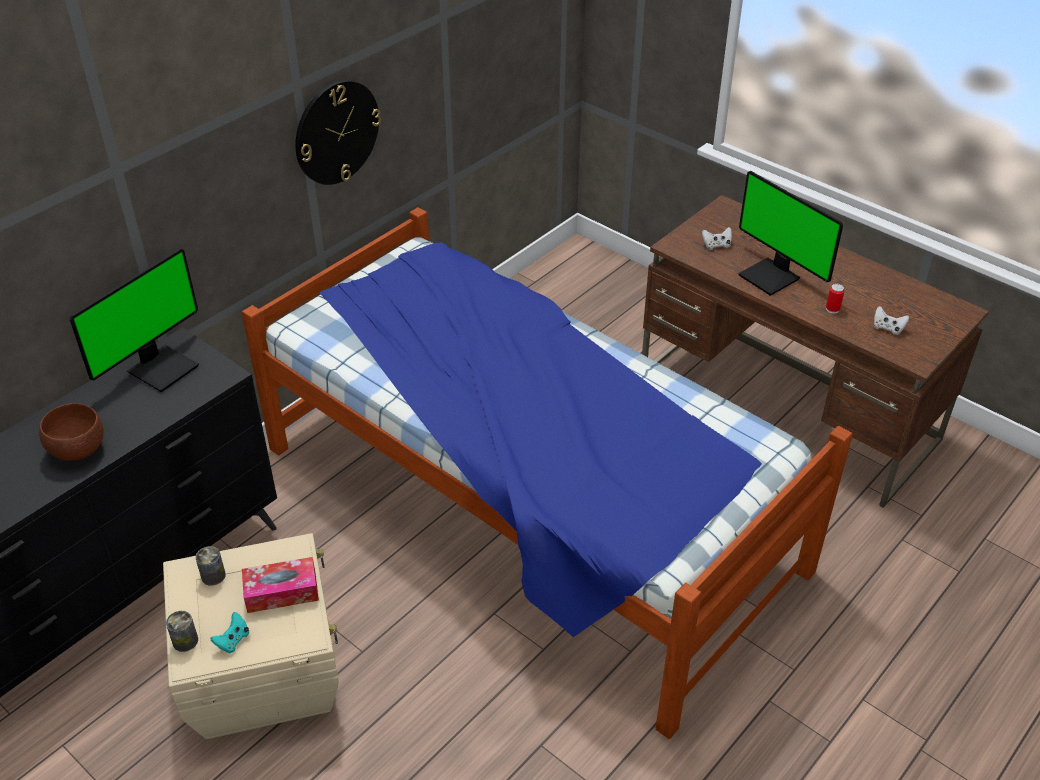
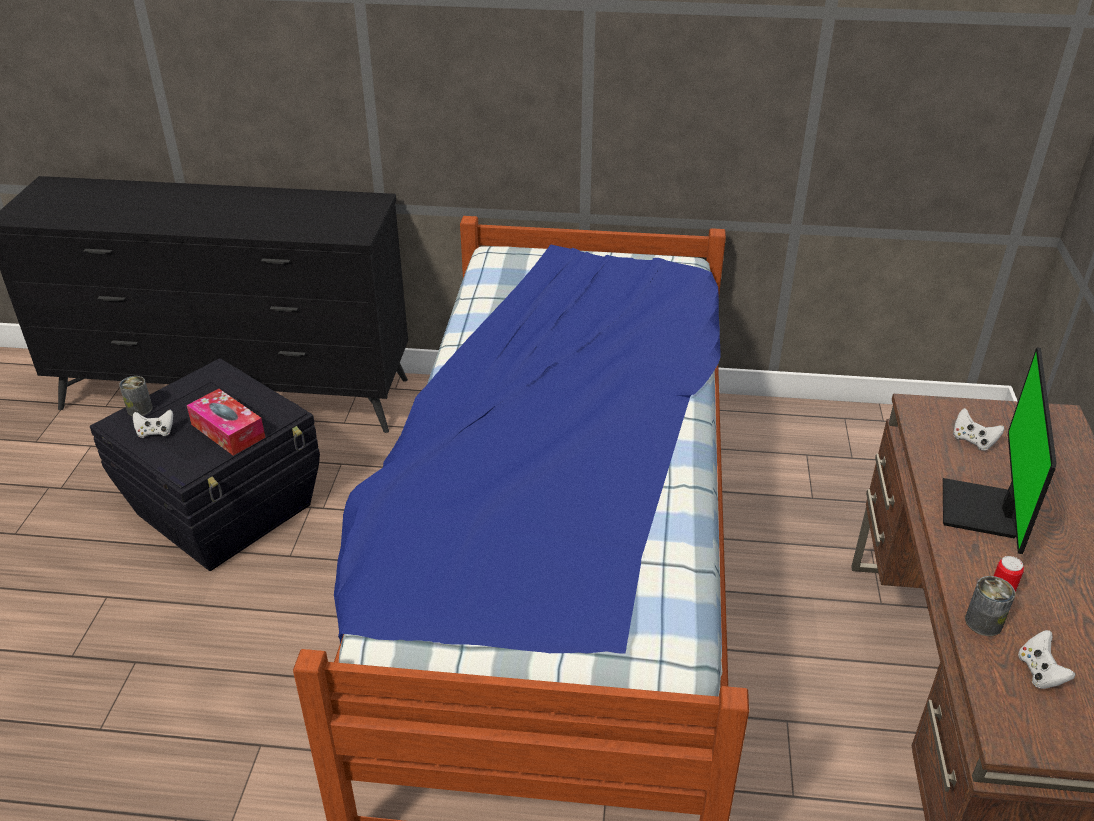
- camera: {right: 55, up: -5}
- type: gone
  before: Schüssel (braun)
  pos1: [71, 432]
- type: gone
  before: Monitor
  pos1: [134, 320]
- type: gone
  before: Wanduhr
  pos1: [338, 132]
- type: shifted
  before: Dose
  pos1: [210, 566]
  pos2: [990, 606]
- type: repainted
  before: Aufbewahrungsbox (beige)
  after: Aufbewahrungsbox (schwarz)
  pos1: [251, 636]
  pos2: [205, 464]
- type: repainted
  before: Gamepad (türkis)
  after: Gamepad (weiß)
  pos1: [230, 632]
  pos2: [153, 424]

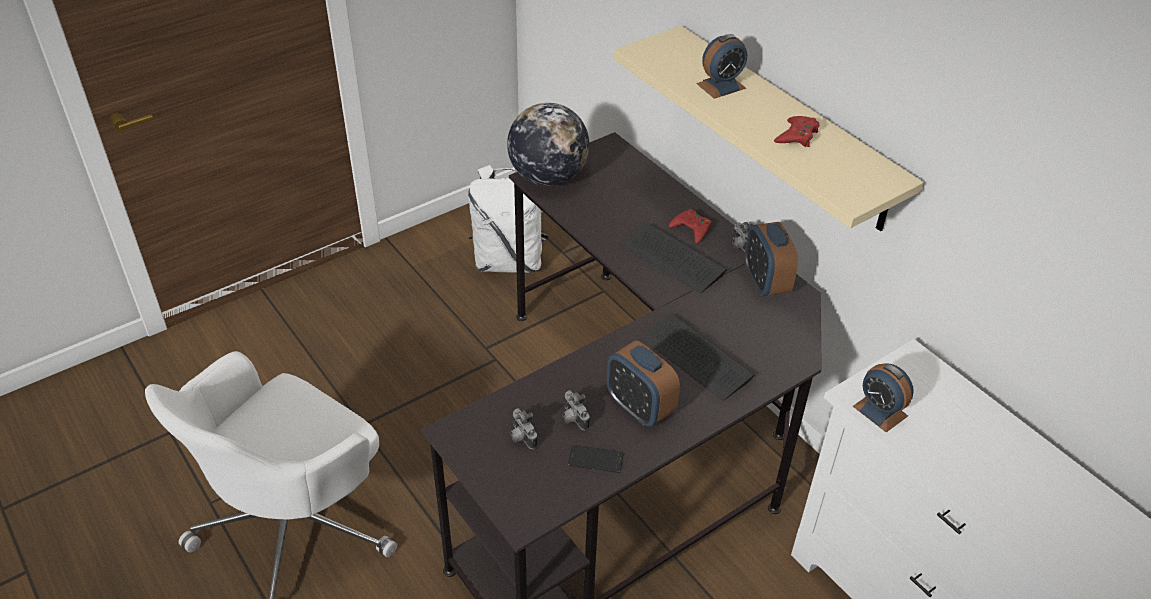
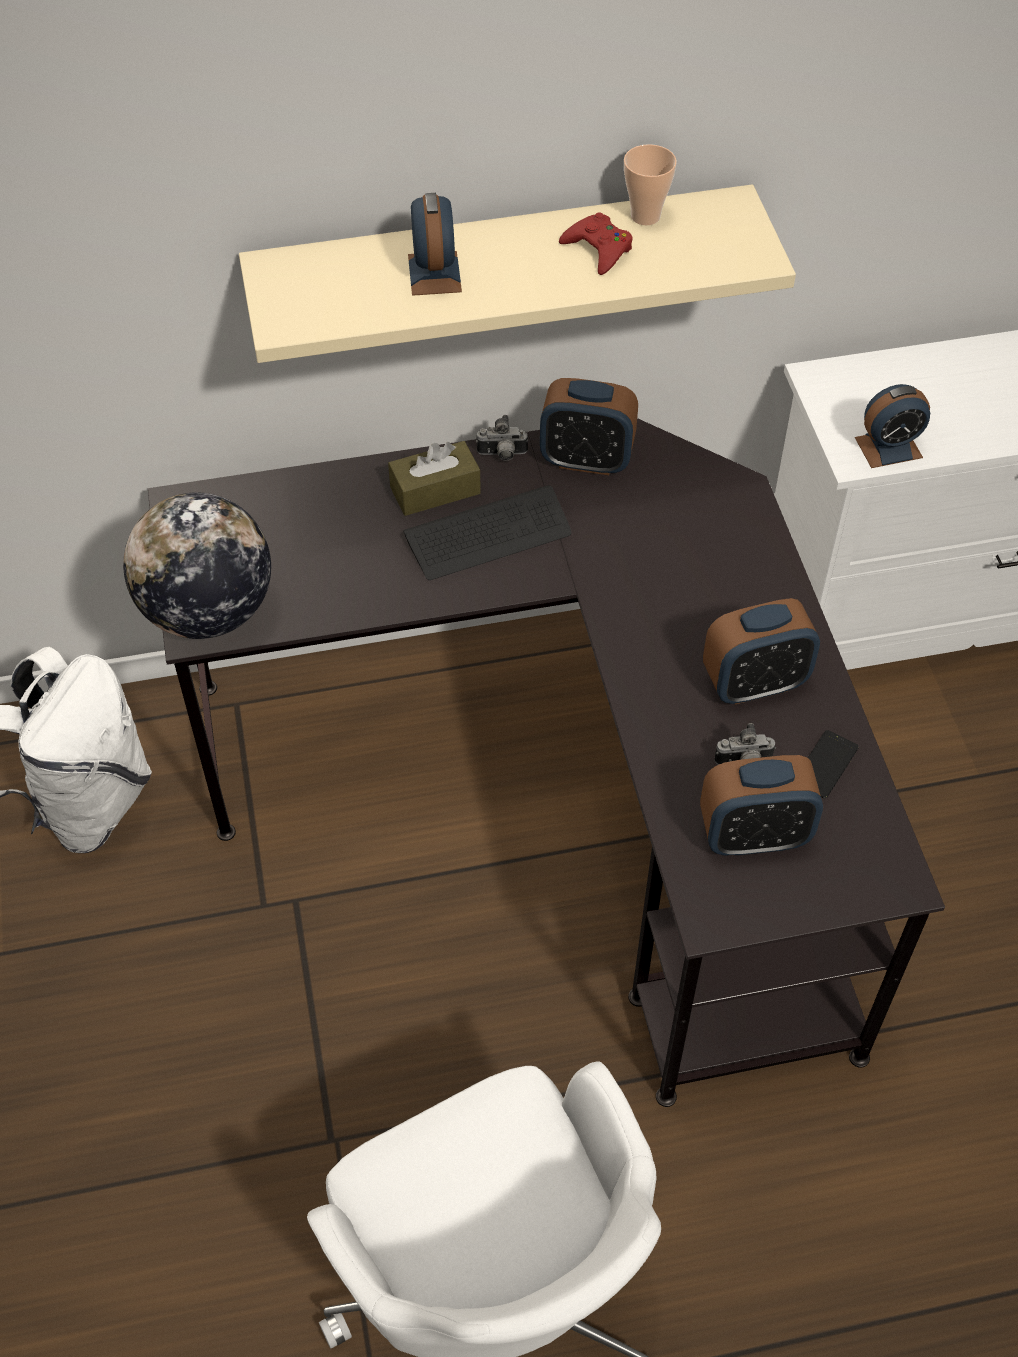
- camera: {right: -65, up: 10}
- type: gone
  before: Tastatur
  pos1: [699, 357]
- type: new
  after: Tasse
  pos2: [650, 184]
- type: swapped
  before: Kamera
  after: Wecker
  pos1: [523, 428]
  pos2: [761, 805]
- type: swapped
  before: Gamepad (rot)
  after: Taschentuchbox (braun)
  pos1: [690, 226]
  pos2: [434, 478]

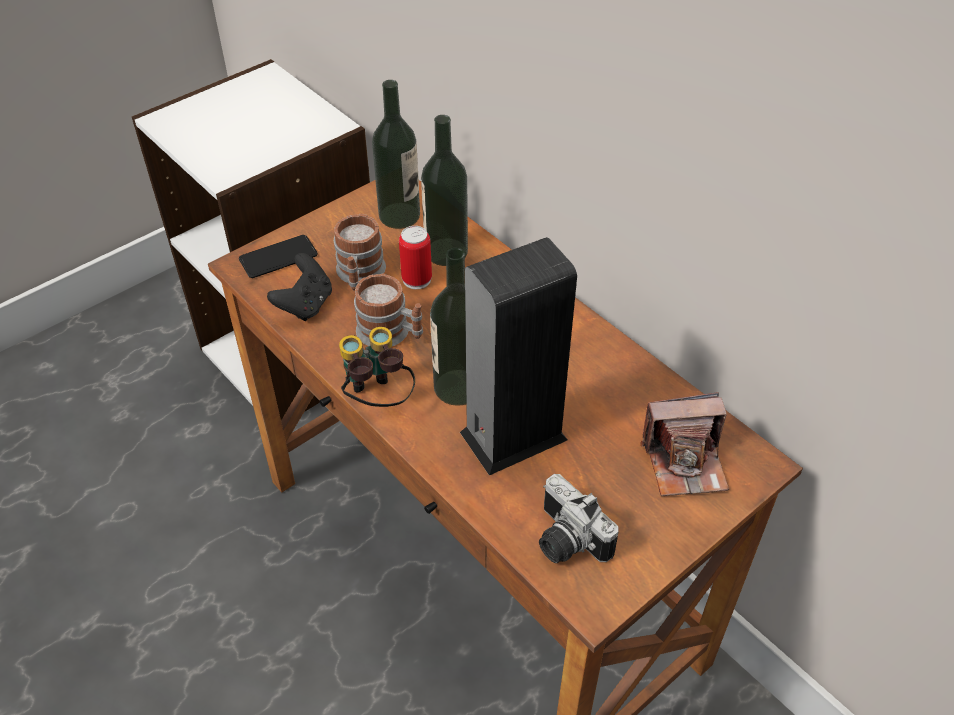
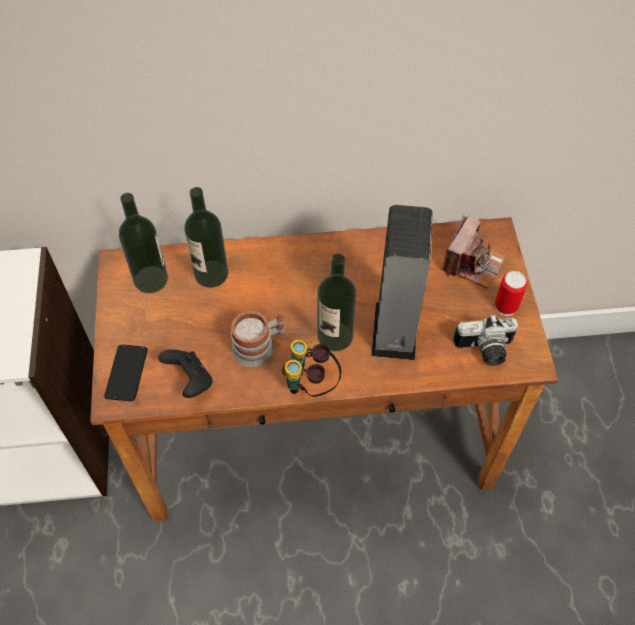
- camera: {right: -55, up: 10}
- type: gone
  before: Henkelbecher
  pos1: [360, 252]
- type: shifted
  before: Dose
  pos1: [415, 257]
  pos2: [511, 293]

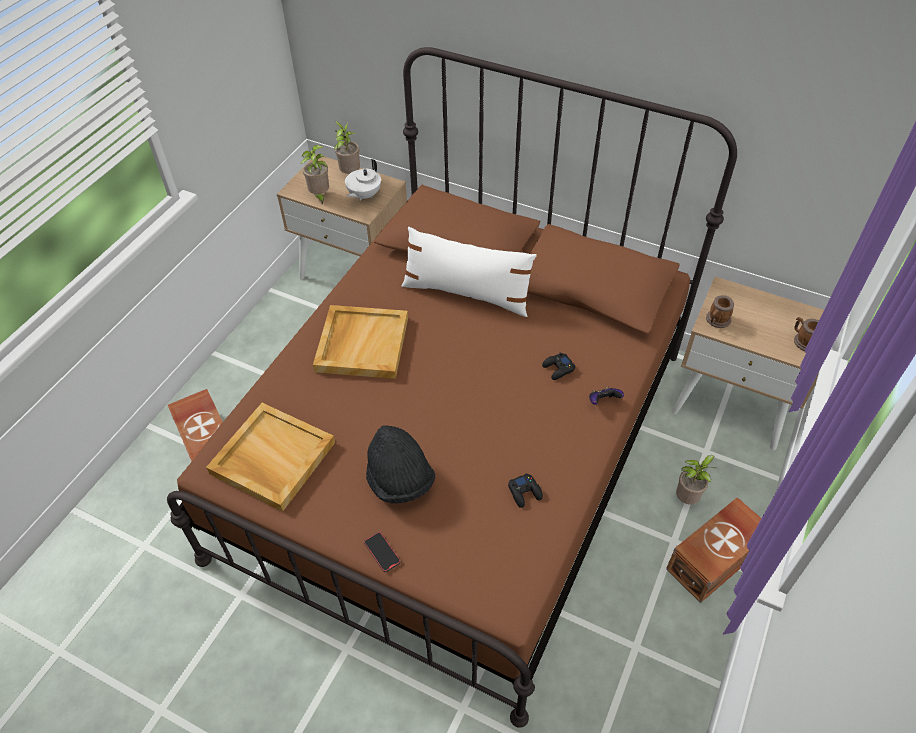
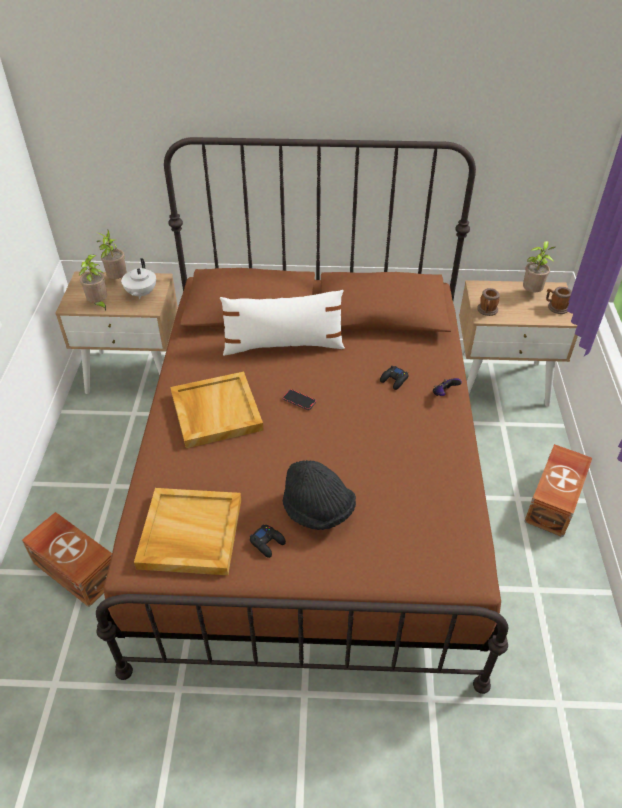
- camera: {right: -25, up: -5}
- type: shifted
  before: Handy
  pos1: [382, 552]
  pos2: [299, 399]
- type: shifted
  before: Gamepad (schwarz)
  pos1: [525, 490]
  pos2: [268, 541]
- type: shifted
  before: Topfpflanze
  pos1: [695, 479]
  pos2: [539, 266]

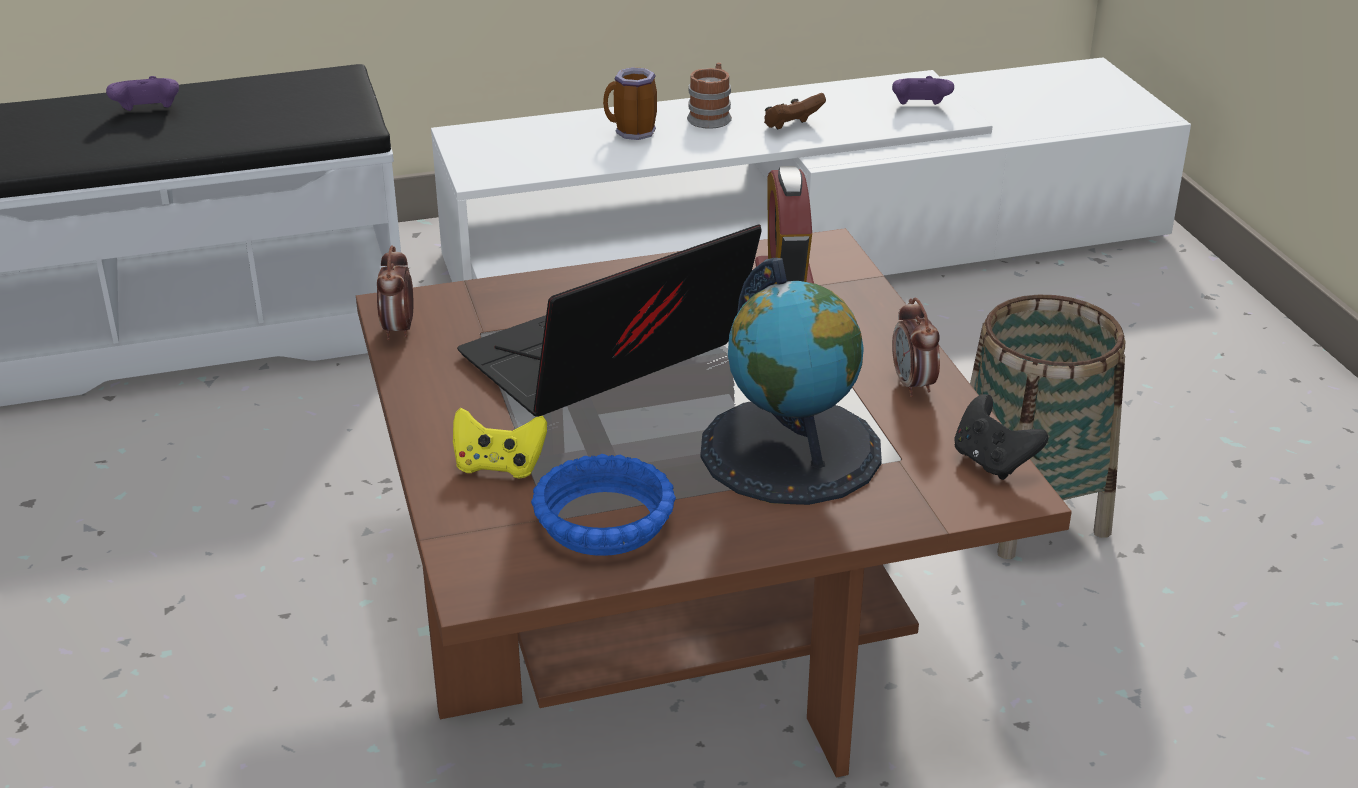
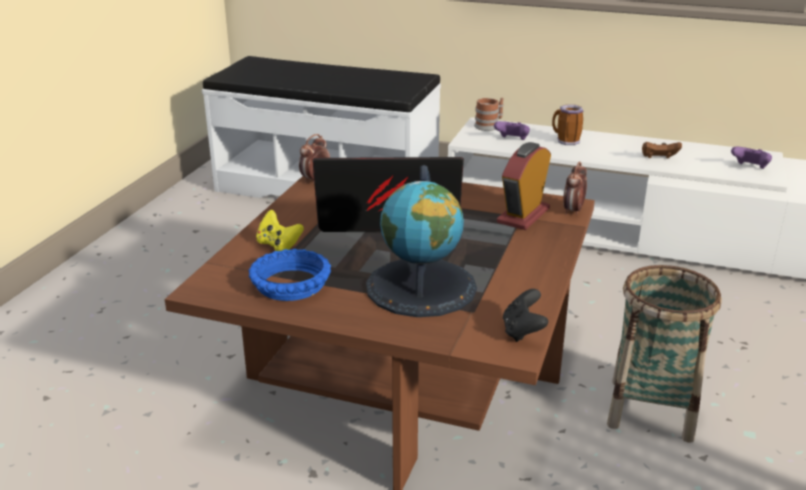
- camera: {right: 35, up: -5}
- type: shifted
  before: Gamepad (lila)
  pos1: [142, 93]
  pos2: [512, 130]
- type: shifted
  before: Henkelbecher
  pos1: [709, 95]
  pos2: [489, 114]
- type: shifted
  before: Wecker
  pos1: [916, 347]
  pos2: [575, 188]

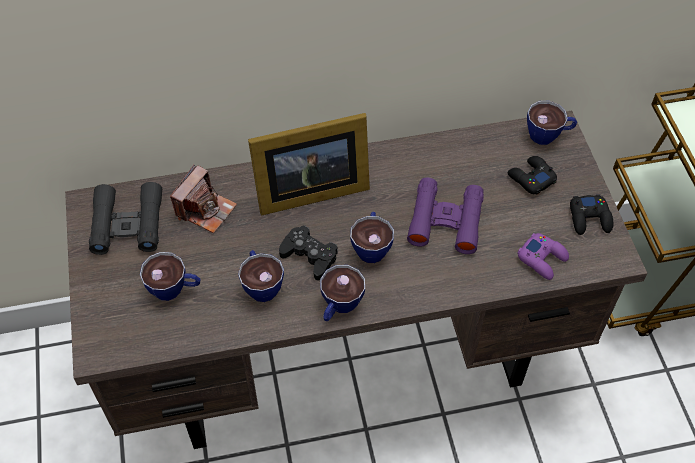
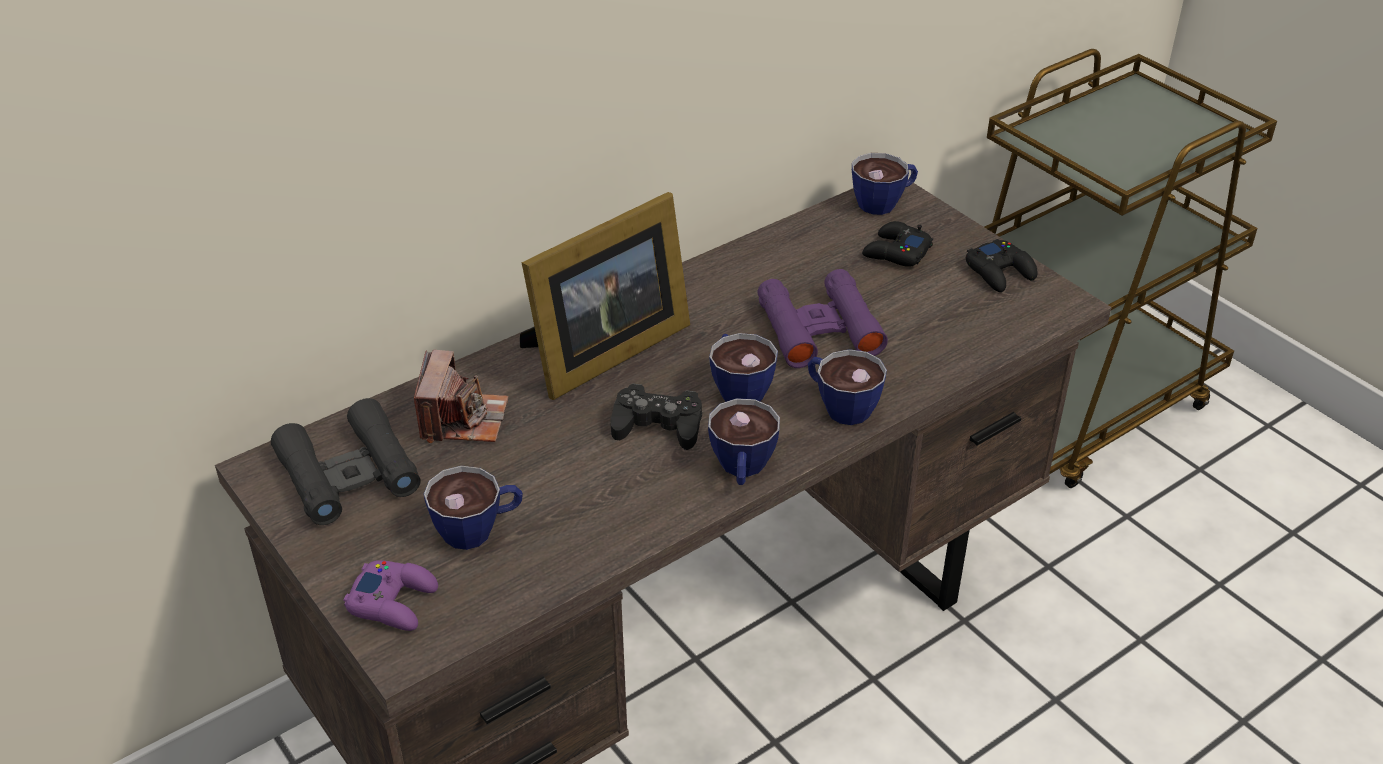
- camera: {right: -25, up: -15}
- type: shifted
  before: Tasse
  pos1: [261, 276]
  pos2: [847, 387]
- type: shifted
  before: Gamepad (lila)
  pos1: [543, 256]
  pos2: [390, 595]

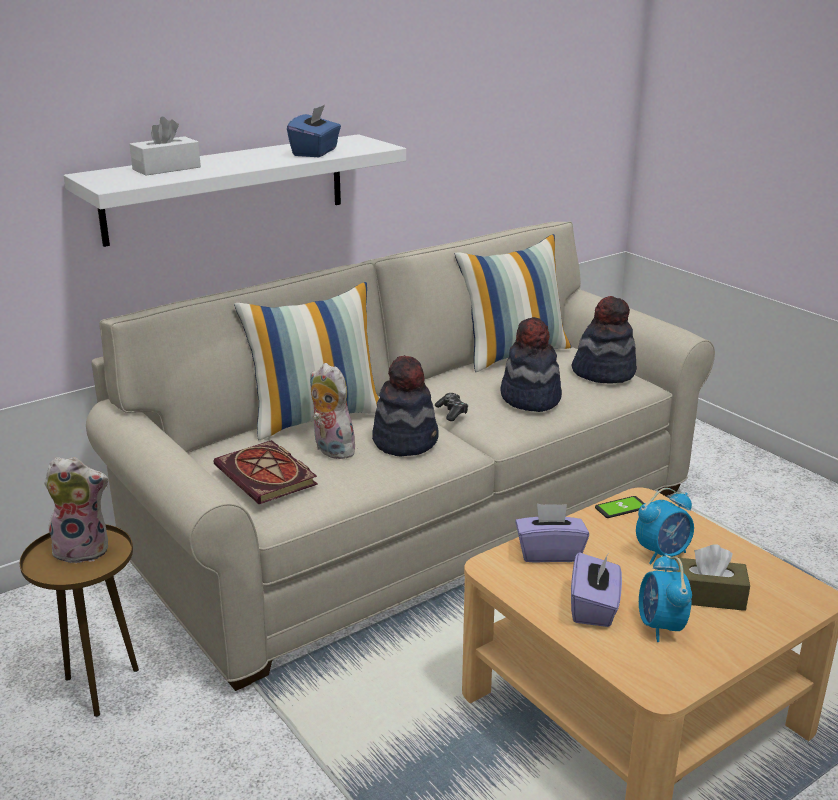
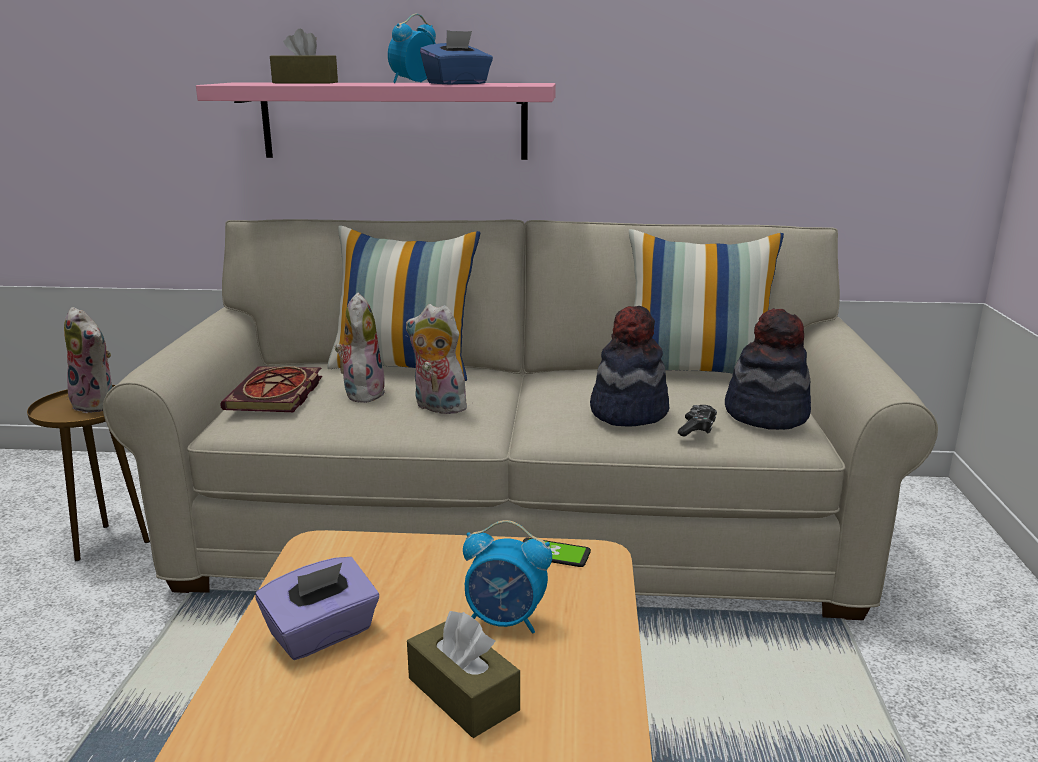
- camera: {right: 40, up: -5}
- type: gone
  before: Taschentuchbox (lila)
  pos1: [552, 533]
- type: shifted
  before: Gamepad
  pos1: [451, 407]
  pos2: [697, 421]
- type: shifted
  before: Wecker
  pos1: [665, 598]
  pos2: [412, 48]
- type: swapped
  before: Hut
  after: Plüschtier
  pos1: [405, 405]
  pos2: [436, 359]
- type: repainted
  before: Wandregal (weiß)
  after: Wandregal (rosa)
  pos1: [234, 190]
  pos2: [376, 121]
- type: repainted
  before: Taschentuchbox (weiß)
  after: Taschentuchbox (braun)
  pos1: [165, 146]
  pos2: [304, 56]

